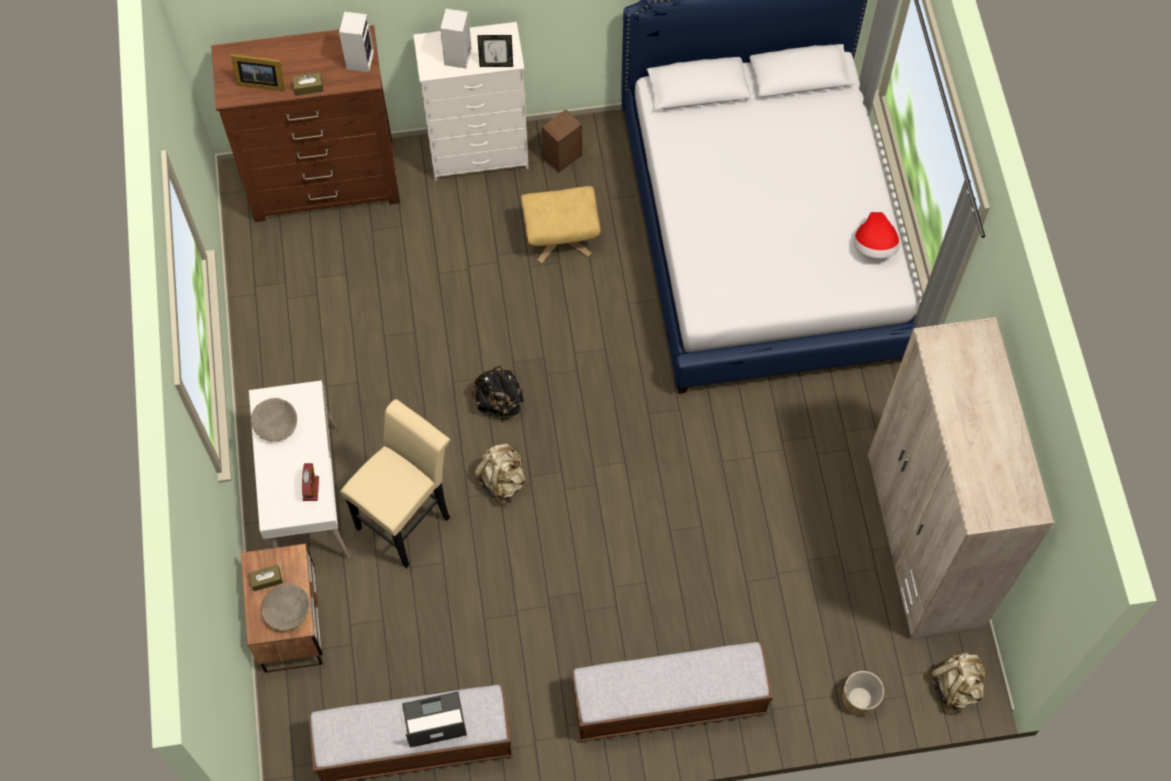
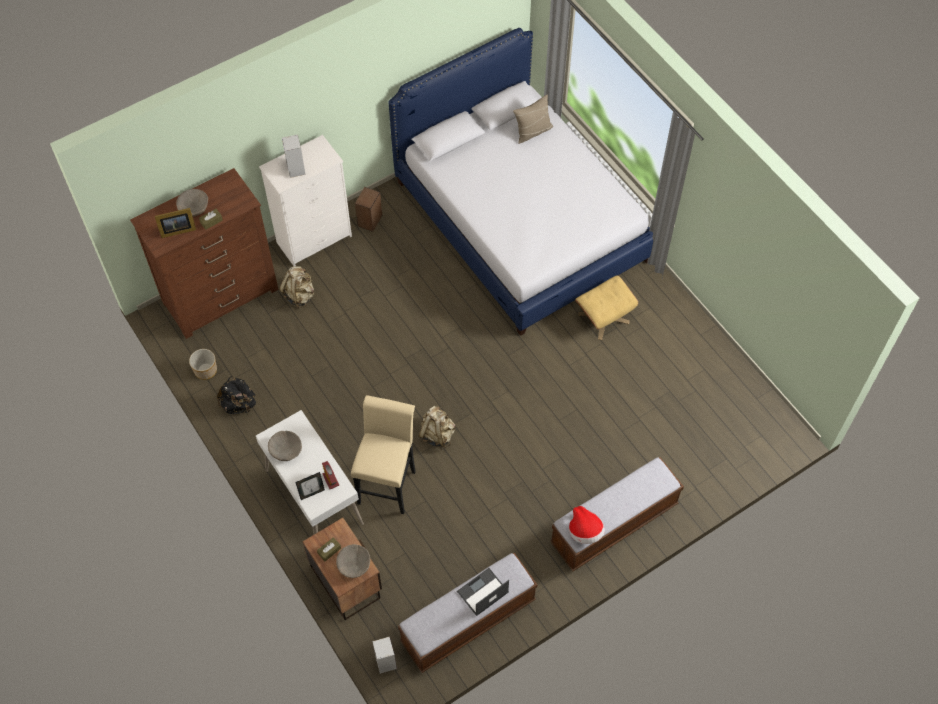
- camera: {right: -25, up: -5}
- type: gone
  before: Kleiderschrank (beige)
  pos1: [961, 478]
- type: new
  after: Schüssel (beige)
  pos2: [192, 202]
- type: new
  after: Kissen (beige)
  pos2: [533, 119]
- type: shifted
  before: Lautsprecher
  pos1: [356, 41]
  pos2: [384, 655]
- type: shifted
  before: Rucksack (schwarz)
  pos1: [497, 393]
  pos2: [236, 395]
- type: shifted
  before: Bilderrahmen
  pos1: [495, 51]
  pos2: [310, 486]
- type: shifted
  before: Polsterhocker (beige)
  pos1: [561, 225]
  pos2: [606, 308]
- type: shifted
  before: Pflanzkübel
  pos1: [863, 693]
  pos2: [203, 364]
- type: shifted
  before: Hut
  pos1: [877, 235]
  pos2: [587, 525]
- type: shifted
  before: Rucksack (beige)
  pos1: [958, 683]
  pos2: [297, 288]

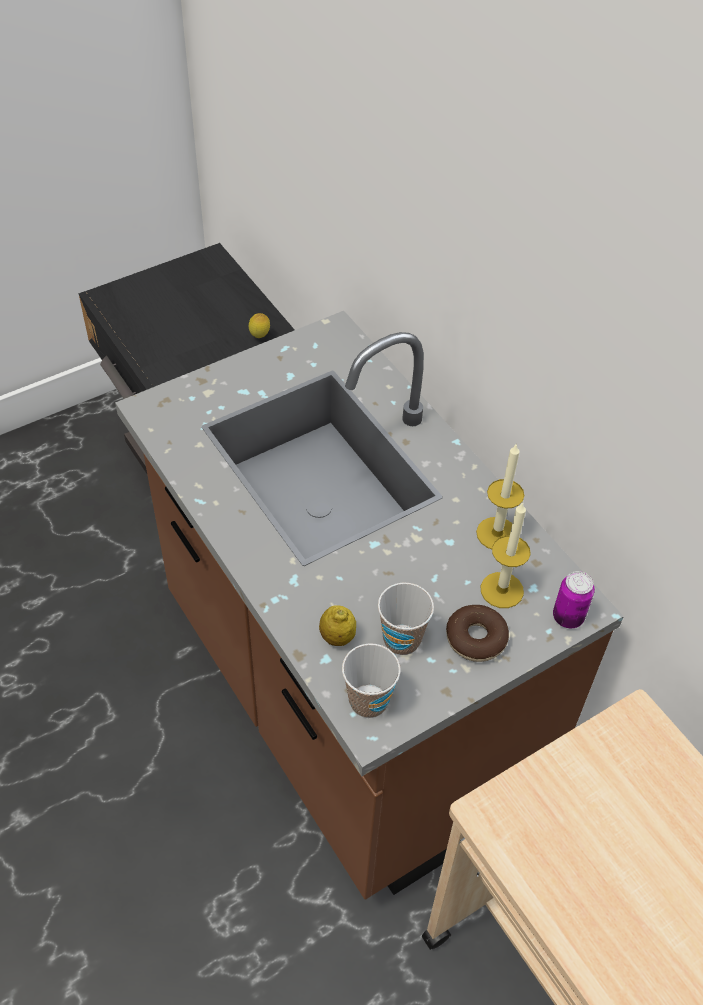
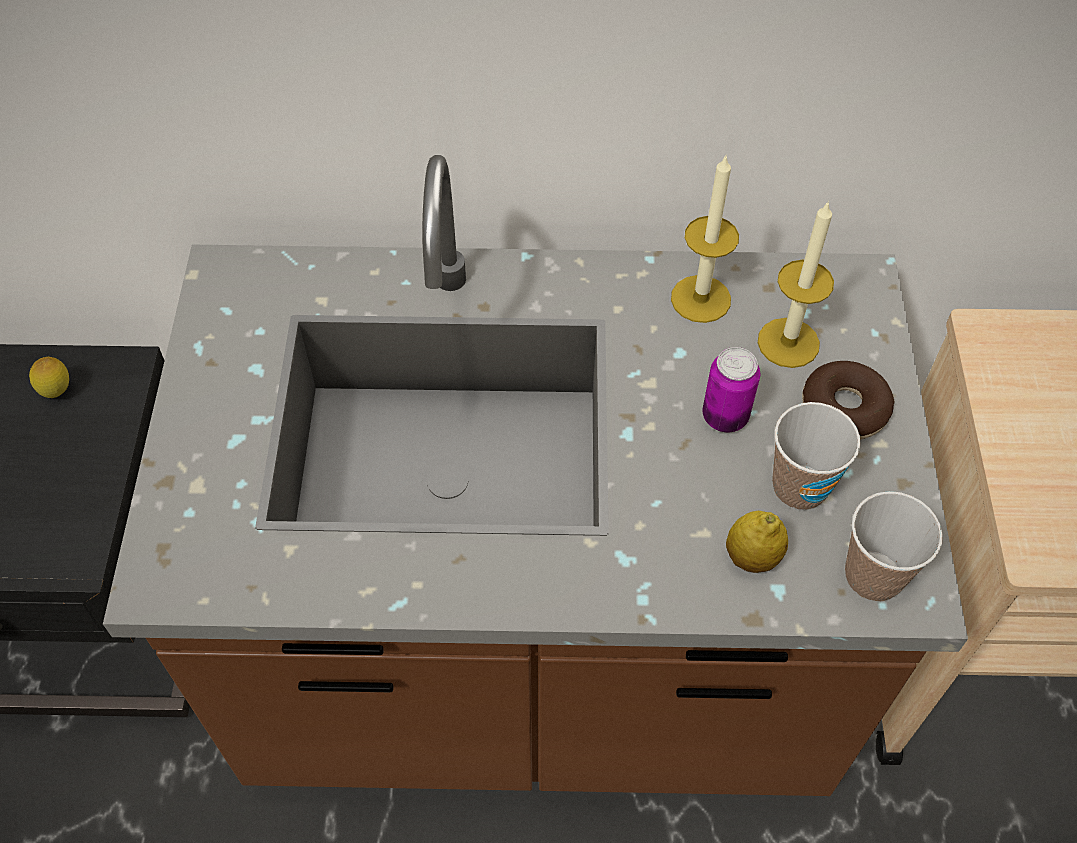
- camera: {right: -55, up: 5}
- type: shifted
  before: Dose
  pos1: [574, 599]
  pos2: [731, 389]

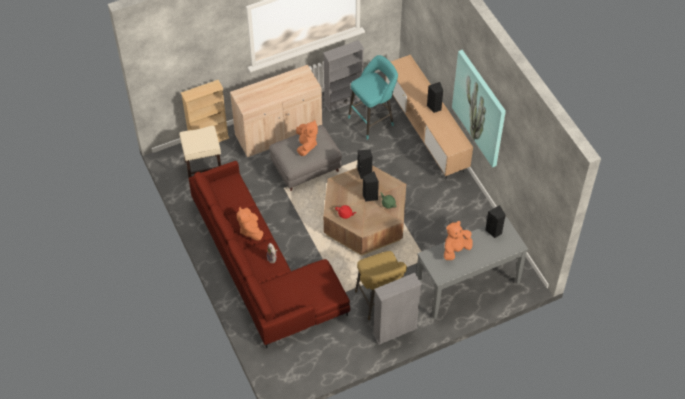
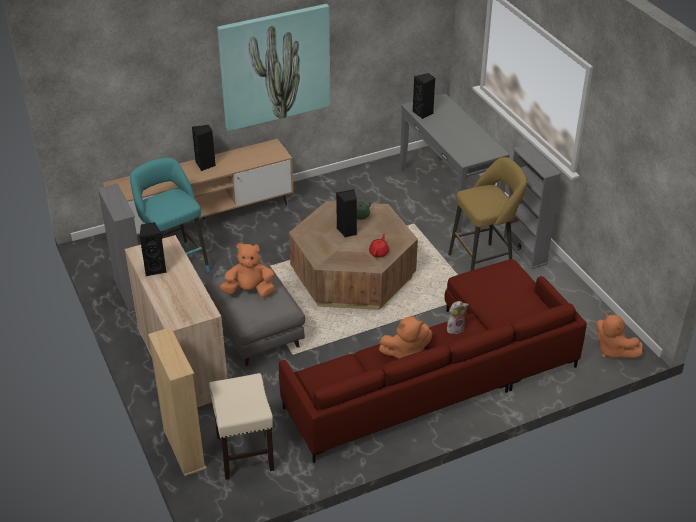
- camera: {right: -90, up: -15}
- type: shifted
  before: Lautsprecher (schwarz)
  pos1: [365, 164]
  pos2: [153, 249]
- type: shifted
  before: Plüschtier (orange)
  pos1: [458, 240]
  pos2: [619, 335]

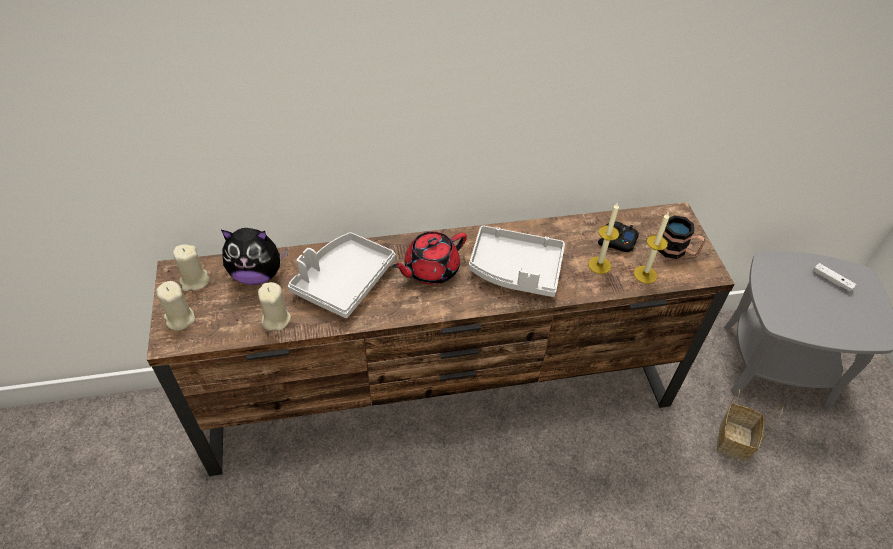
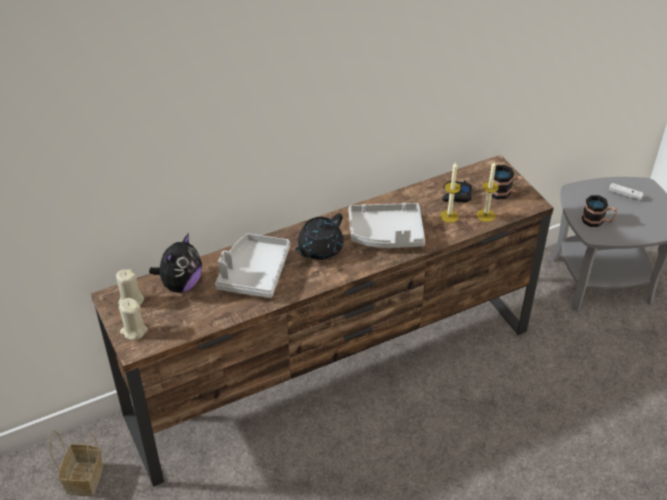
- camera: {right: -15, up: -5}
- type: gone
  before: Kerze (beige)
  pos1: [274, 306]
- type: new
  after: Henkelbecher
  pos2: [599, 211]
- type: shifted
  before: Korb
  pos1: [750, 425]
  pos2: [76, 463]
- type: repainted
  before: Teekanne (rot)
  after: Teekanne (schwarz)
  pos1: [429, 258]
  pos2: [319, 236]
- type: rotated
  before: Plüschtier
  pos1: [254, 256]
  pos2: [175, 263]
  turn: -45

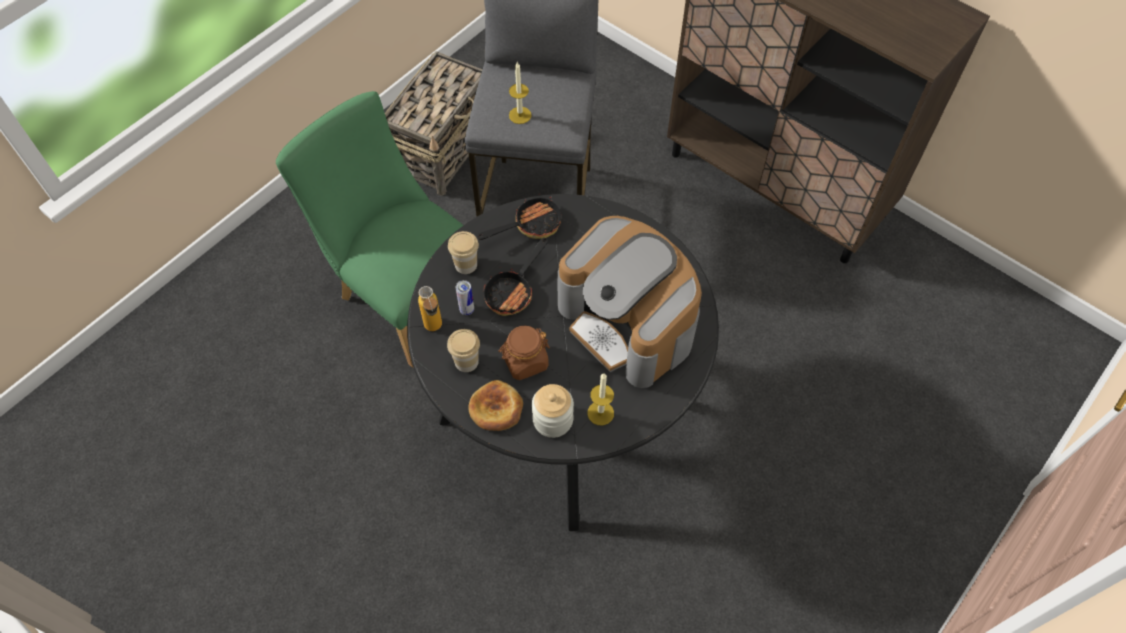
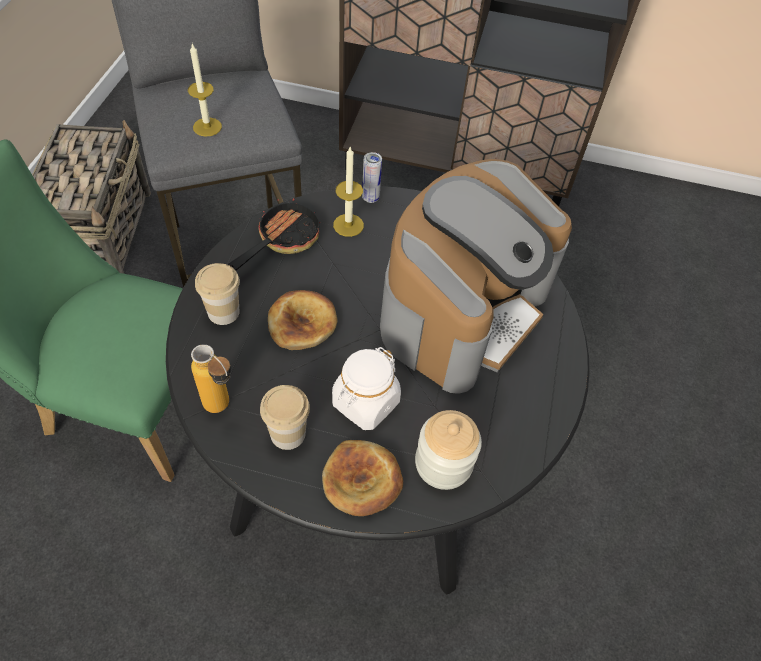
- camera: {right: -30, up: -5}
- type: shifted
  before: Dose
  pos1: [465, 297]
  pos2: [372, 177]
- type: shifted
  before: Kerze
  pos1: [600, 399]
  pos2: [348, 192]
- type: swapped
  before: Pfanne
  after: Brot
  pos1: [515, 277]
  pos2: [302, 320]
- type: repainted
  before: Vorratsglas (braun)
  after: Vorratsglas (weiß)
  pos1: [524, 353]
  pos2: [366, 388]
- type: rotated
  before: Kaffeemaschine
  pos1: [629, 302]
  pos2: [476, 276]
  turn: -75

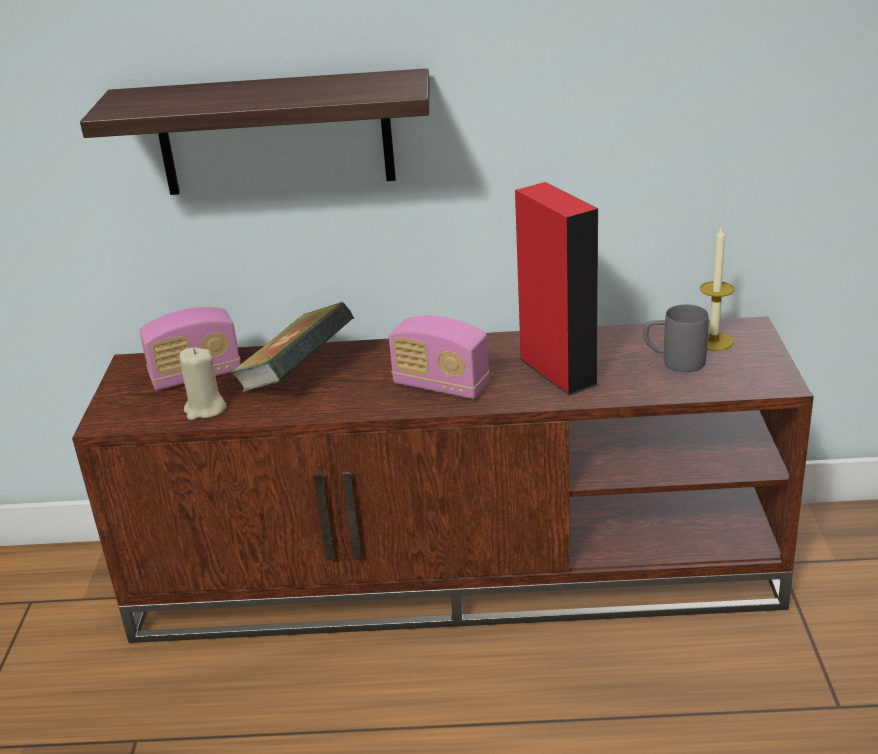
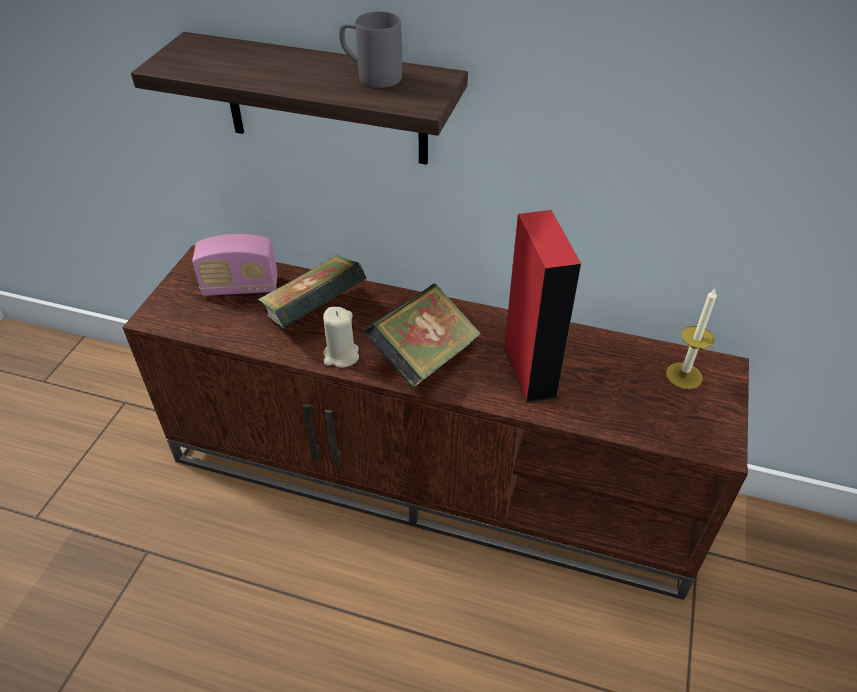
- camera: {right: 15, up: 15}
- type: shifted
  before: Kerze (beige)
  pos1: [203, 384]
  pos2: [341, 337]
- type: shifted
  before: Henkelbecher (grau)
  pos1: [676, 338]
  pos2: [370, 49]
- type: swapped
  before: Radio
  after: Buch
  pos1: [439, 357]
  pos2: [423, 336]

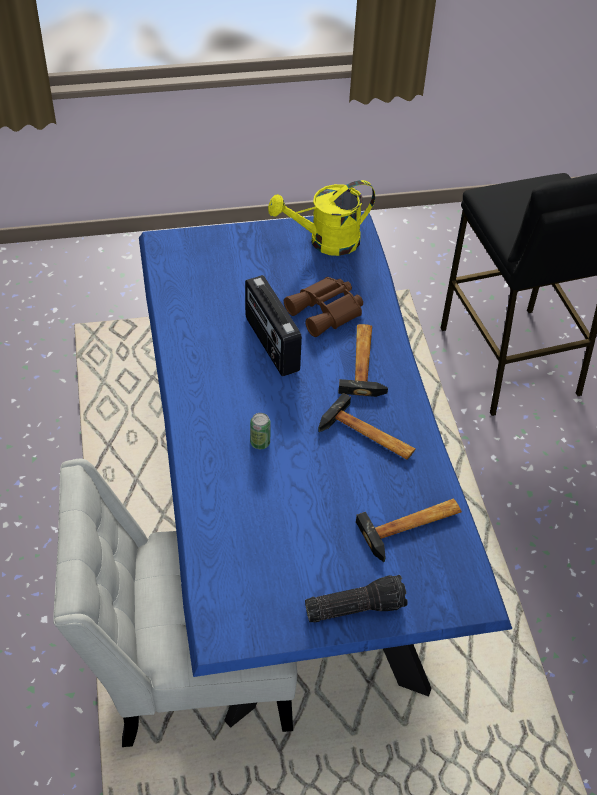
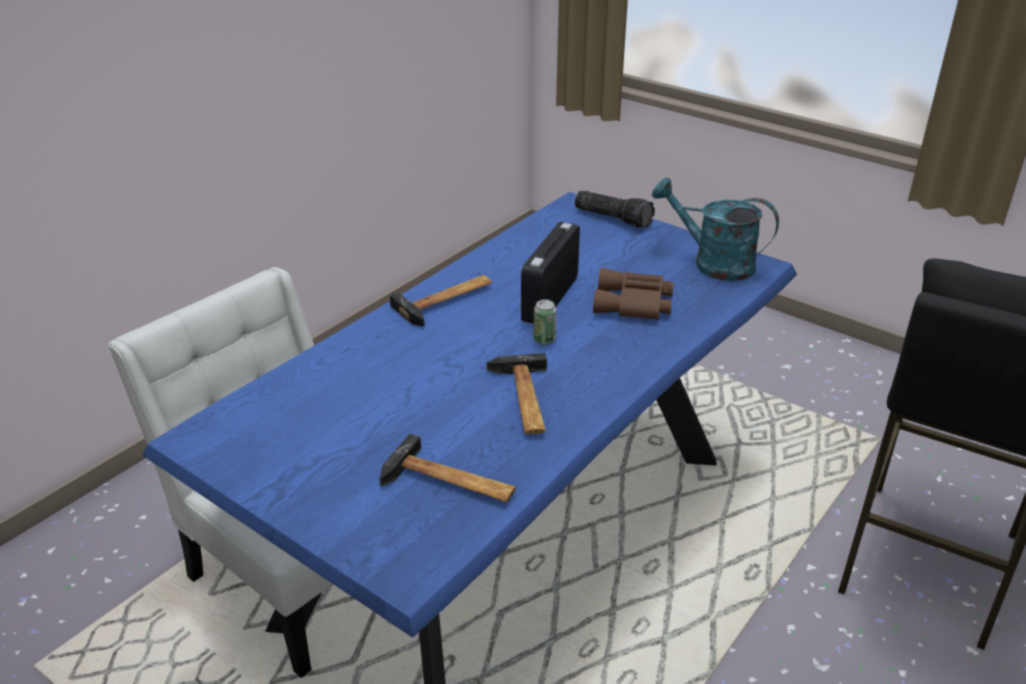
- camera: {right: 50, up: -15}
- type: shifted
  before: Dose
  pos1: [260, 431]
  pos2: [545, 322]
- type: shifted
  before: Taschenlampe
  pos1: [356, 598]
  pos2: [615, 209]
- type: shifted
  before: Hammer
  pos1: [363, 360]
  pos2: [441, 301]
- type: repainted
  before: Gießkanne (gelb)
  after: Gießkanne (türkis)
  pos1: [321, 218]
  pos2: [715, 229]

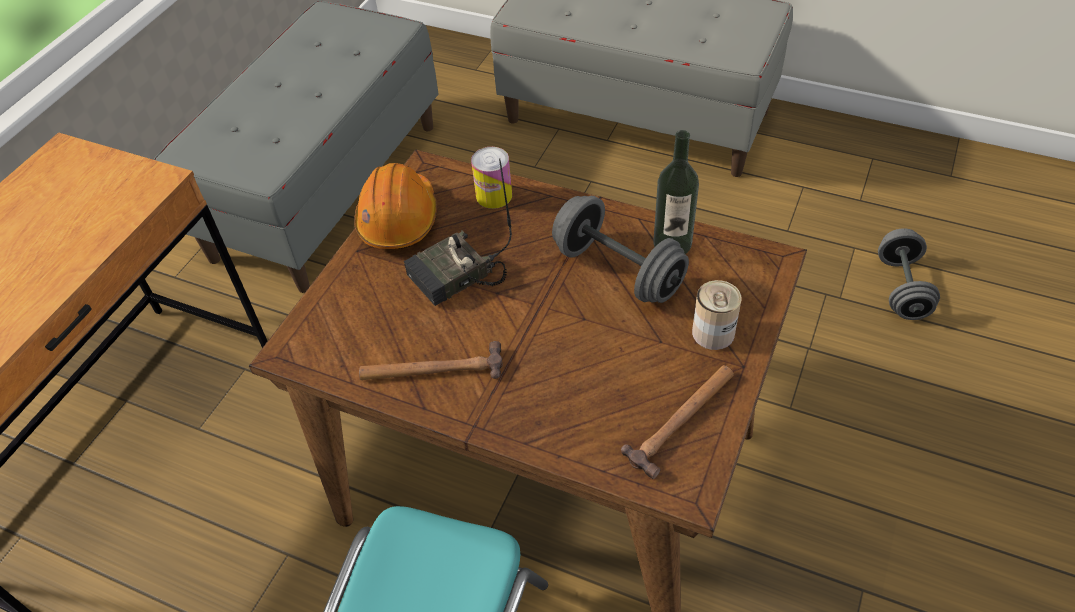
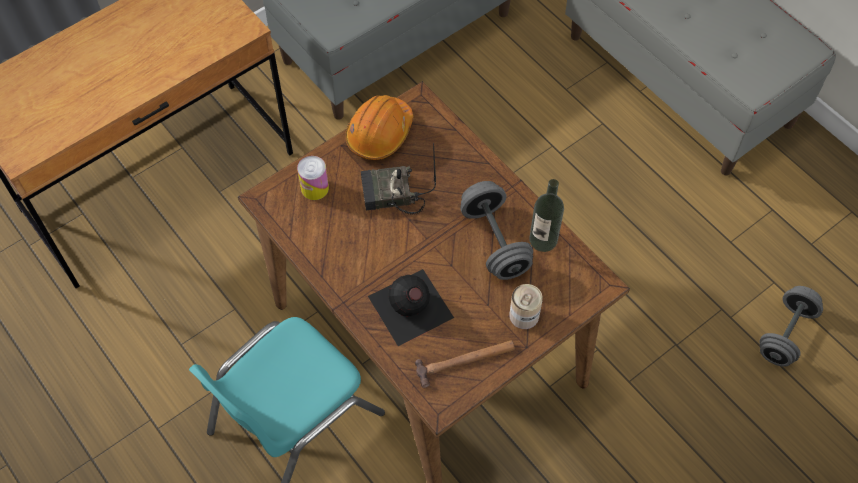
- camera: {right: 25, up: 10}
- type: gone
  before: Hammer
  pos1: [431, 360]
- type: new
  after: Flasche (schwarz)
  pos2: [411, 307]
- type: shifted
  before: Dose
  pos1: [491, 178]
  pos2: [313, 178]

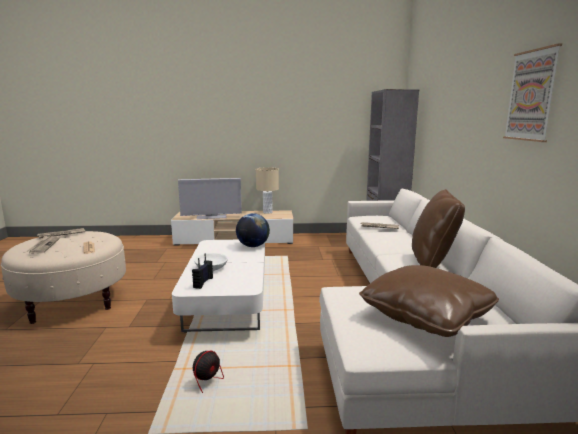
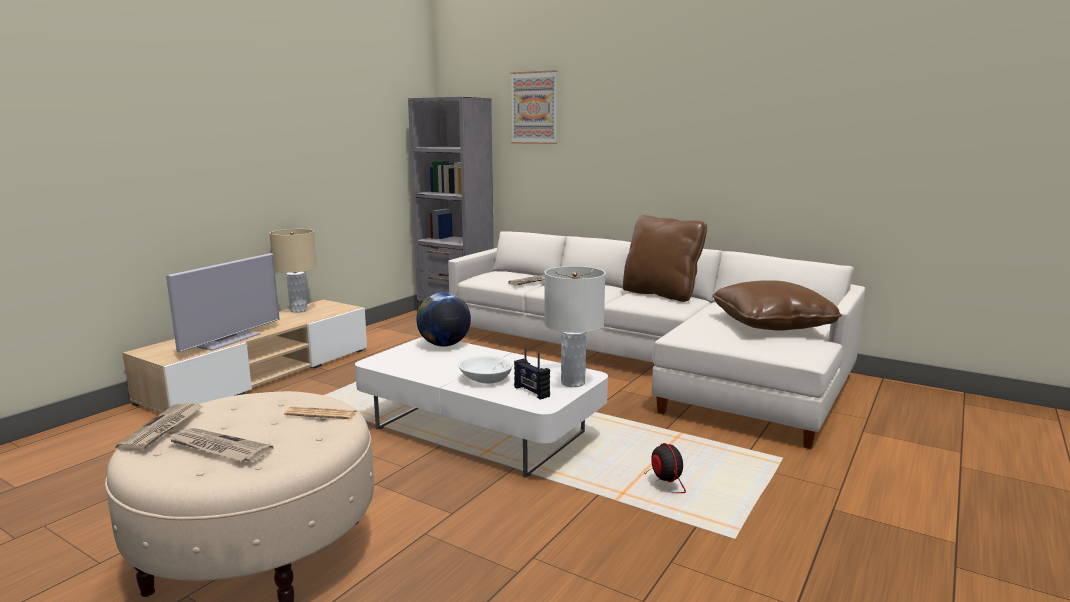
- camera: {right: -55, up: 0}
- type: new
  after: Tischlampe (weiß)
  pos2: [574, 326]
- type: shifted
  before: Bild
  pos1: [532, 93]
  pos2: [534, 107]

